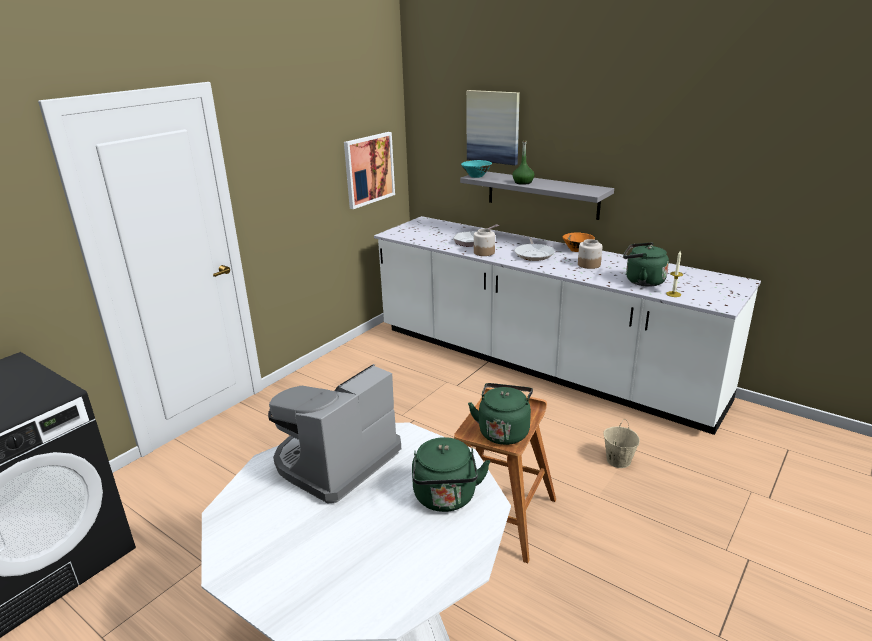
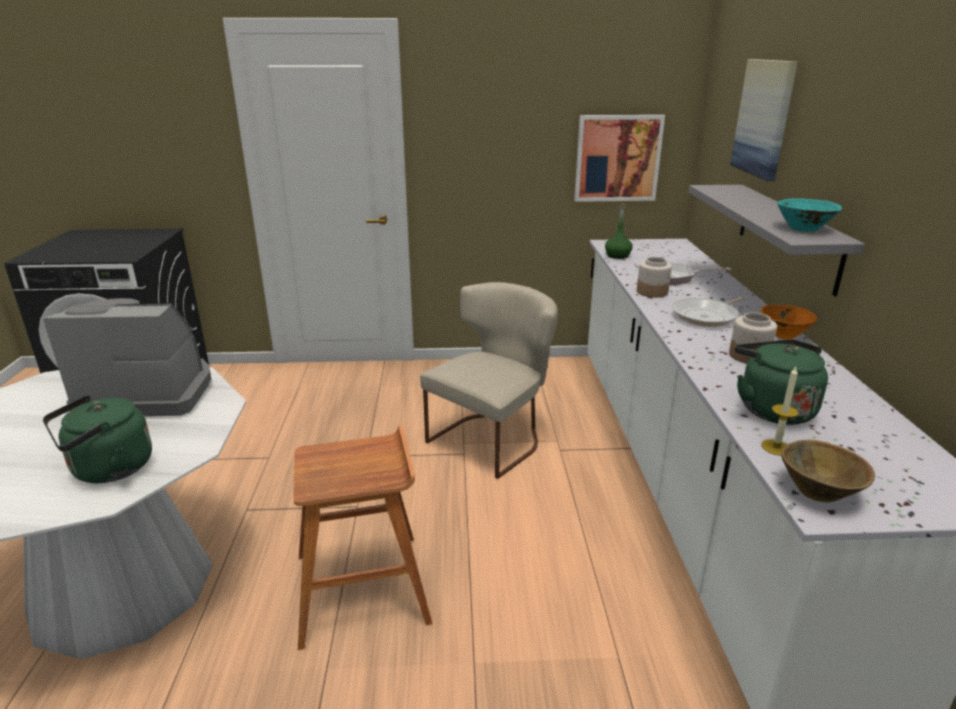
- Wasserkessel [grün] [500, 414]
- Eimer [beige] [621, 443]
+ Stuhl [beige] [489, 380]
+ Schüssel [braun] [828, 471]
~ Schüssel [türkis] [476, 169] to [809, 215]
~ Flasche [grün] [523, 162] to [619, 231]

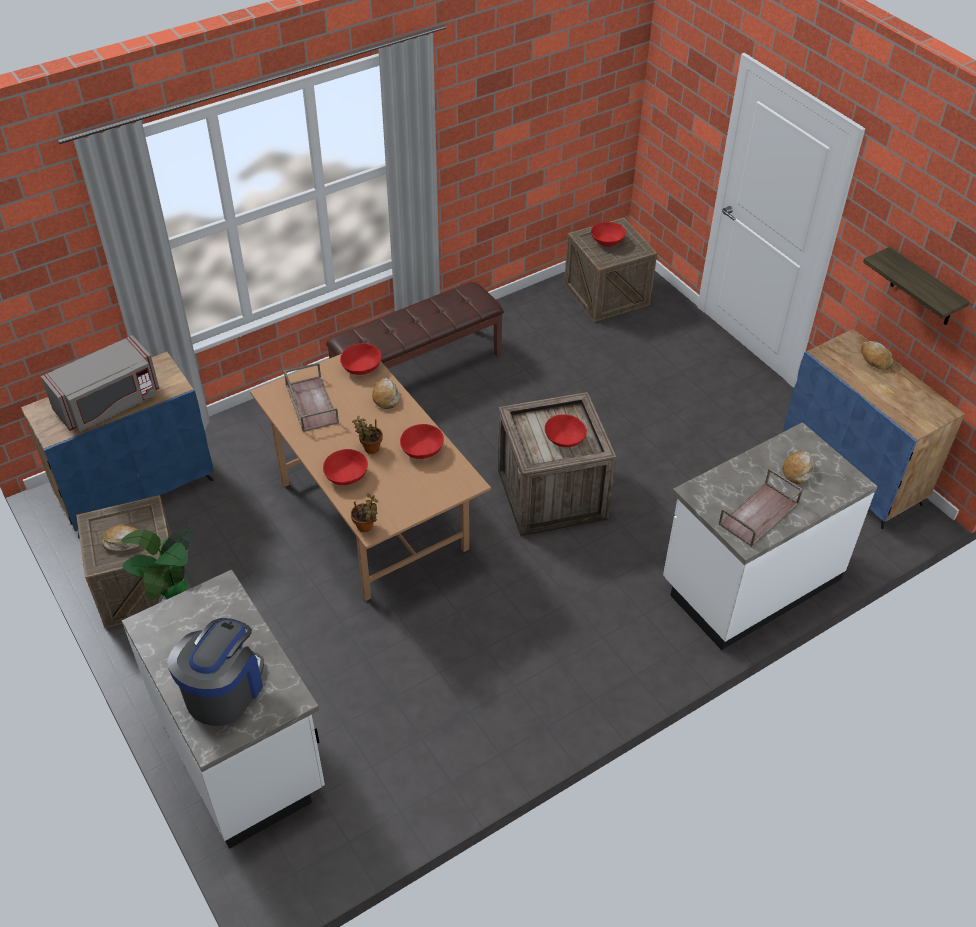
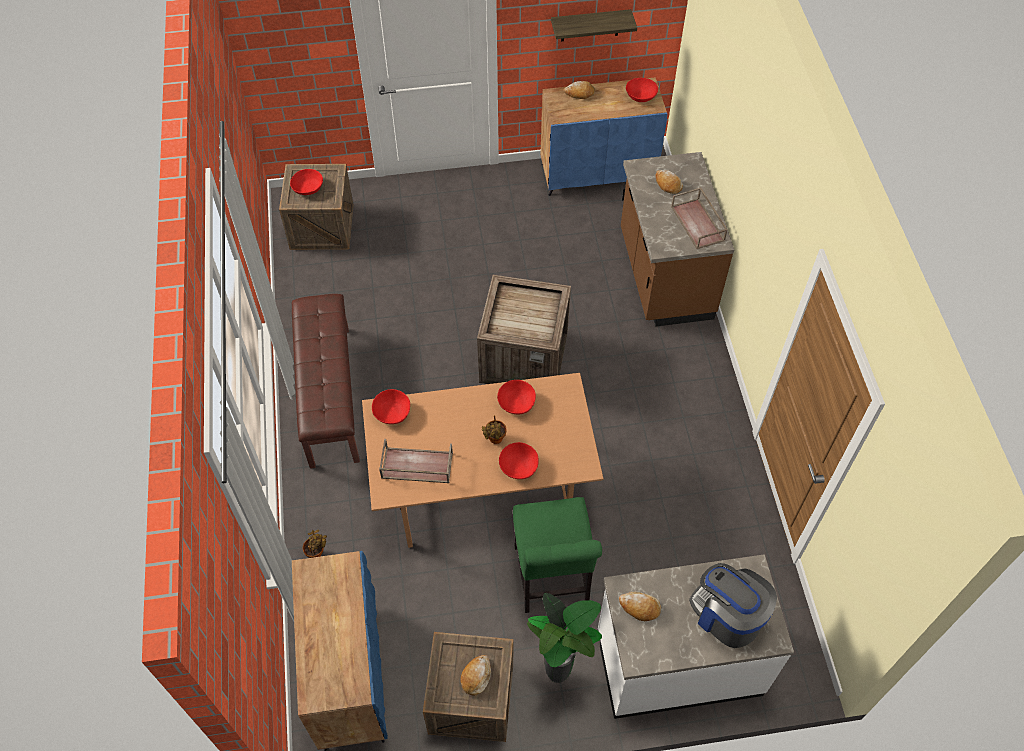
- Mikrowelle [grau] [100, 383]
+ Stuhl [grün] [557, 555]
~ Topfpflanze [364, 512] to [315, 544]
~ Brot [385, 393] to [640, 606]
~ Schüssel [rot] [566, 430] to [642, 90]
~ Küchenzeile [weiß] [770, 536] to Küchenzeile [braun] [677, 239]

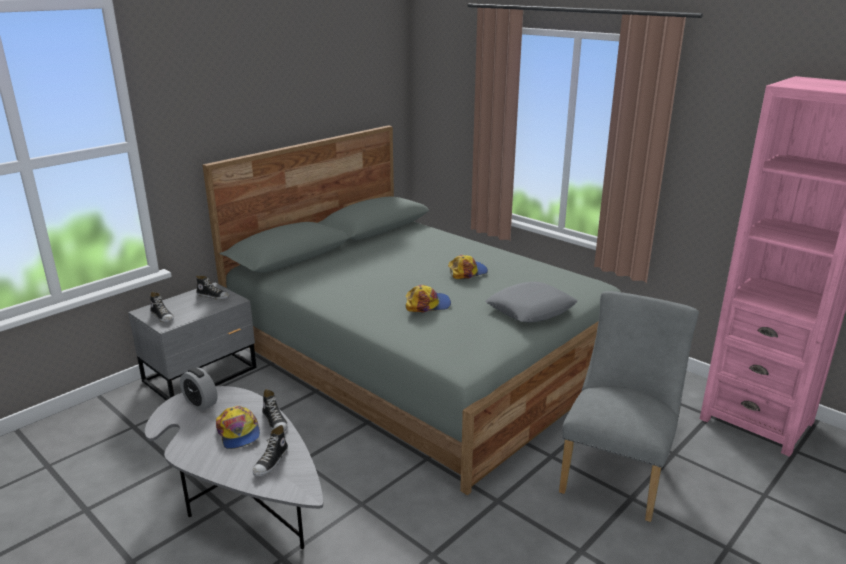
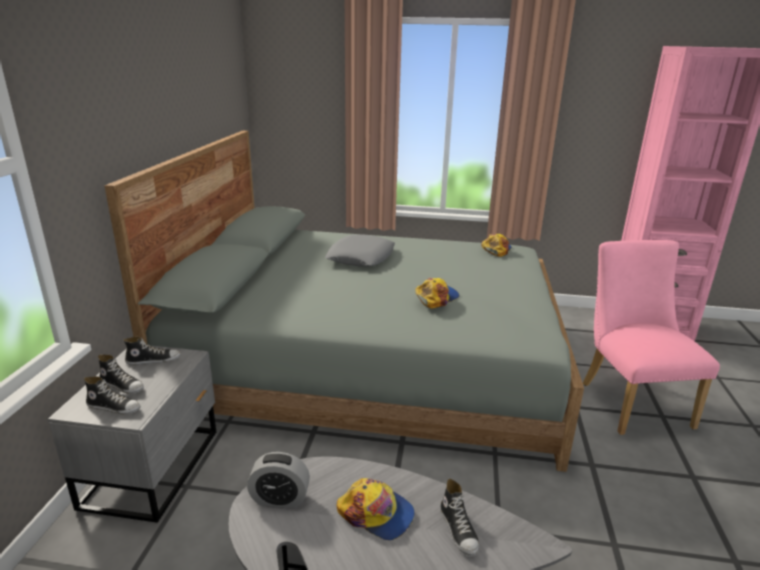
~ Schuh [275, 410] to [121, 374]
~ Kappe [468, 267] to [496, 245]
~ Kissen [grau] [531, 302] to [360, 250]
~ Stuhl [grau] [629, 406] to Stuhl [rosa] [651, 337]

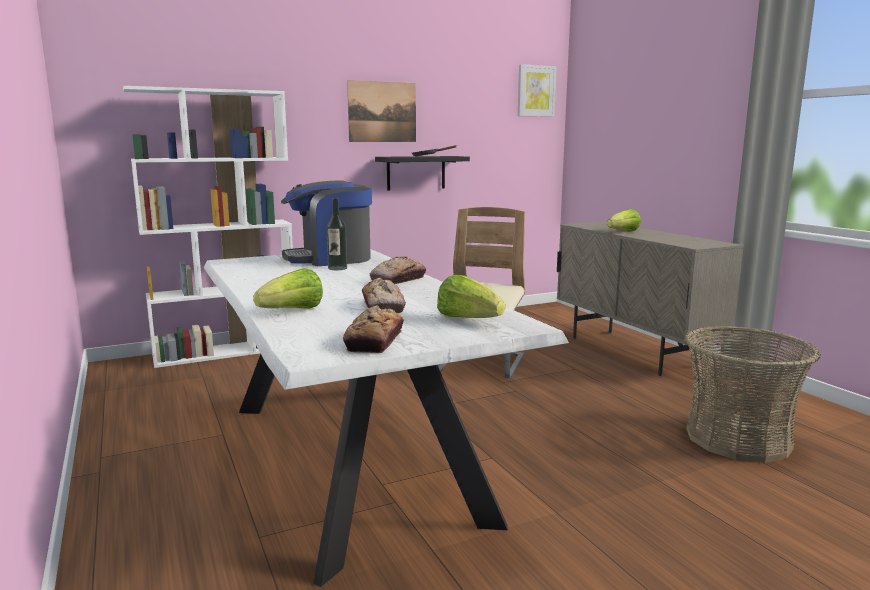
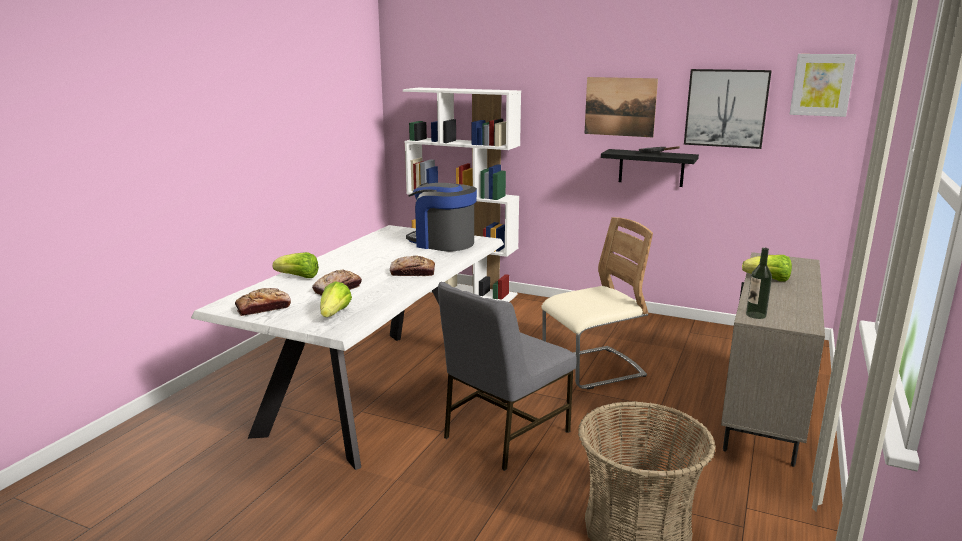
+ Stuhl [grau] [507, 376]
+ Bild [728, 109]
~ Flasche [337, 234] to [759, 283]

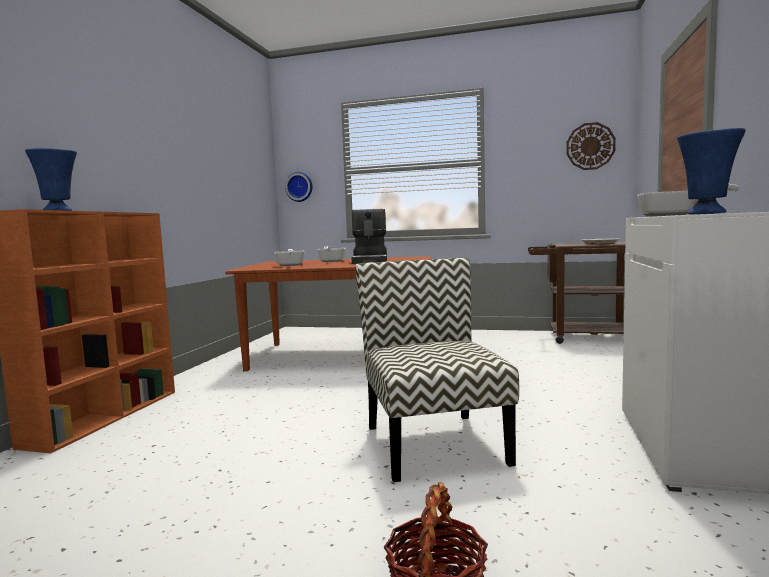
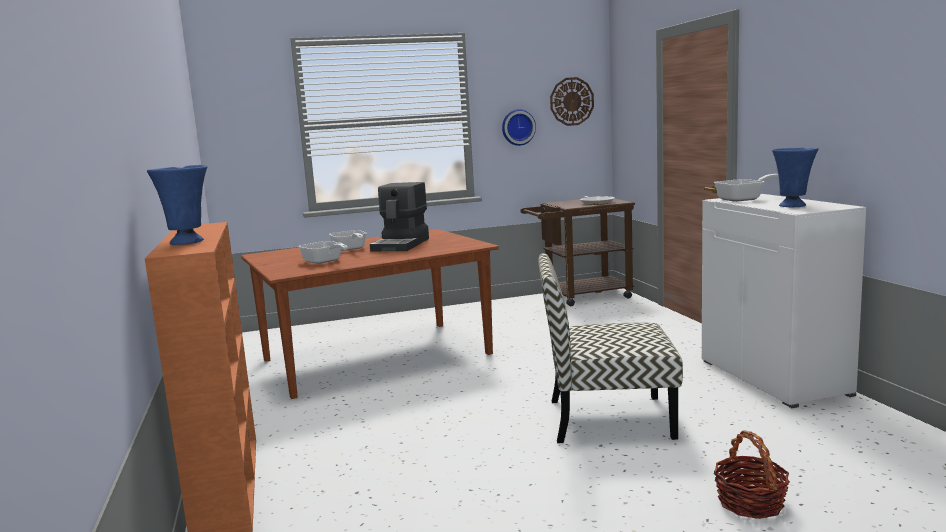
~ Wanduhr [298, 187] to [519, 127]
~ Kaffeemaschine [369, 236] = [399, 217] 45 degrees clockwise
~ Stuhl [437, 370] = [610, 348] 45 degrees counterclockwise

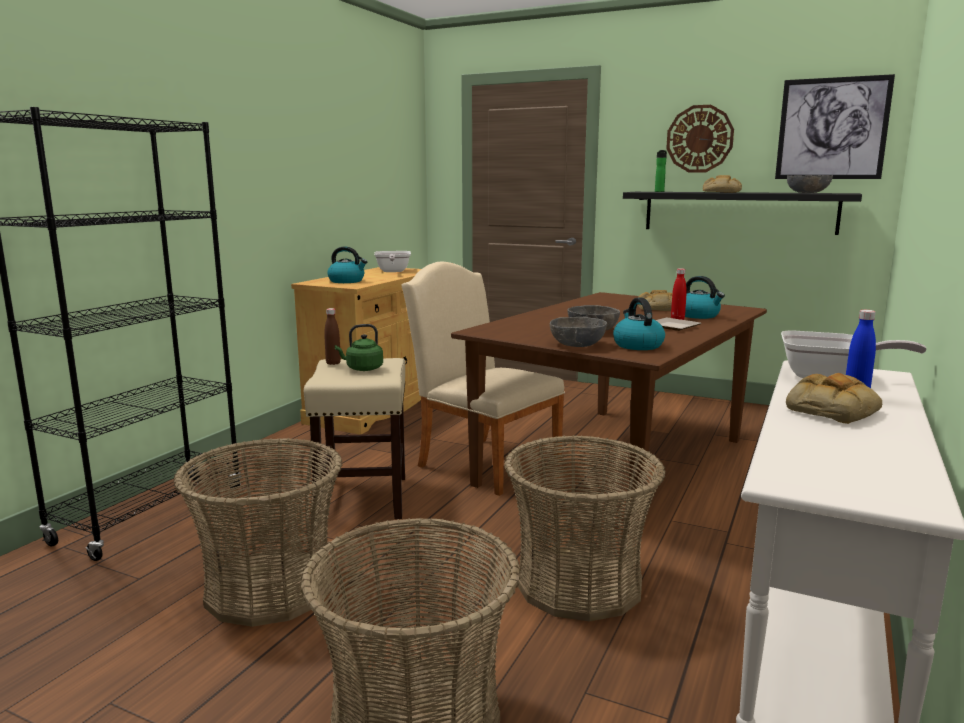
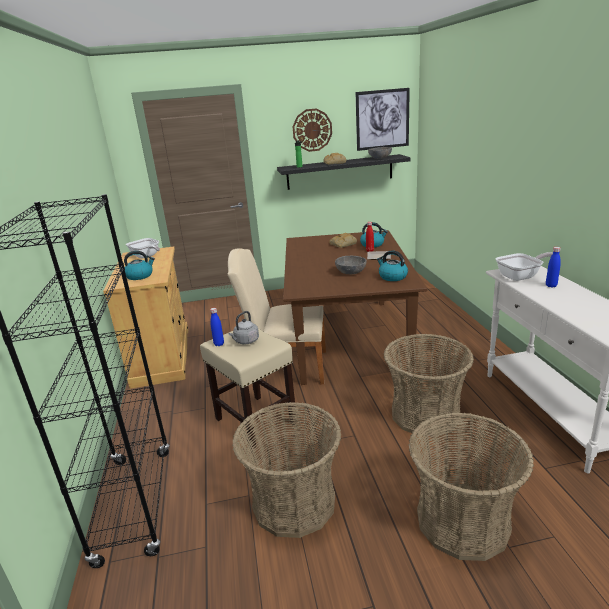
- Schüssel [grau] [578, 332]
- Brot [834, 398]
~ Flasche [braun] [332, 336] to Flasche [blau] [217, 327]
~ Wasserkessel [grün] [359, 347] to Wasserkessel [grau] [243, 327]

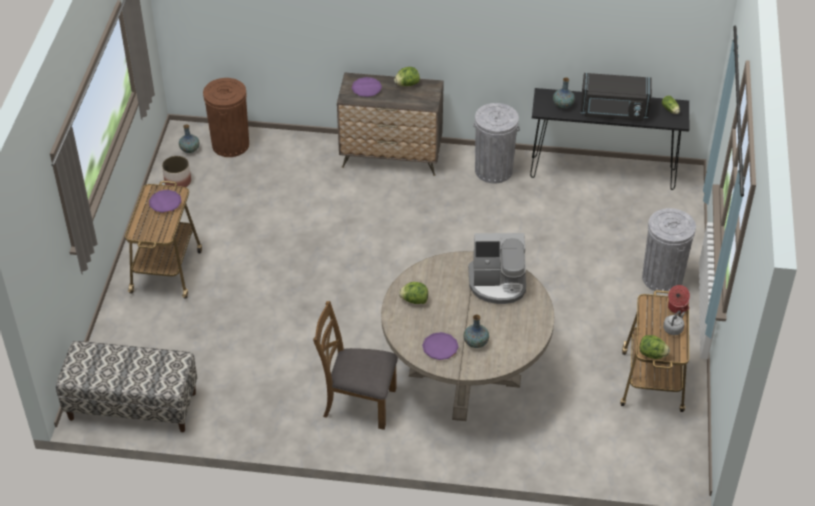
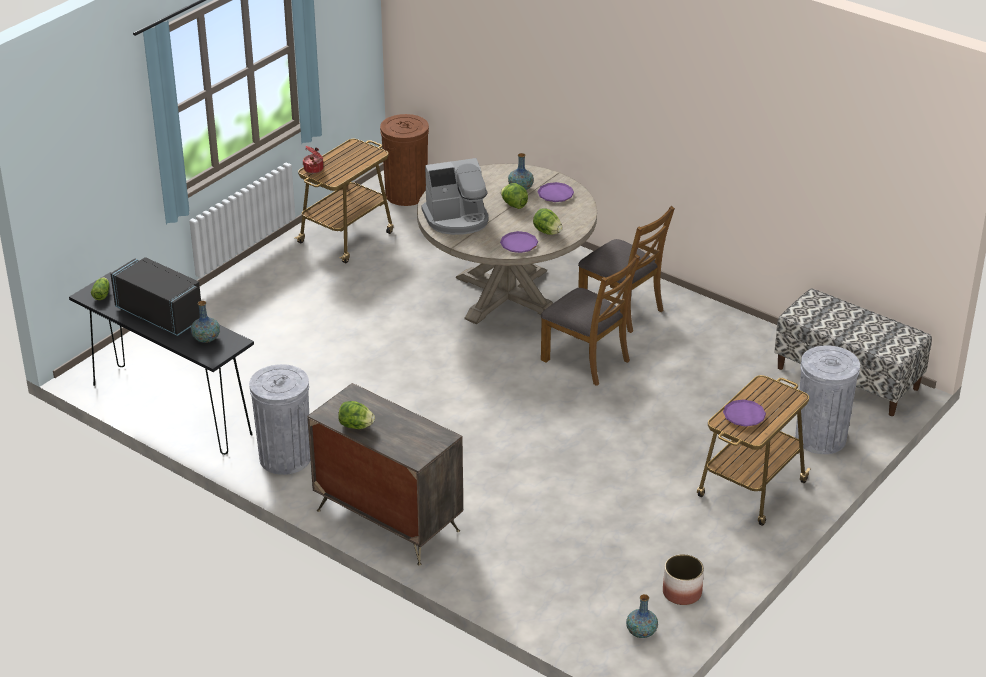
- Wasserkessel [grau] [674, 322]
+ Stuhl [braun] [590, 320]
~ Mülleimer [braun] [226, 117] to [404, 160]
~ Teller [lila] [366, 87] to [519, 242]
~ Salatkopf [654, 347] to [514, 196]
~ Mülleimer [grau] [669, 249] to [827, 399]
~ Kaffeemaschine [497, 268] = [455, 196] 135 degrees clockwise

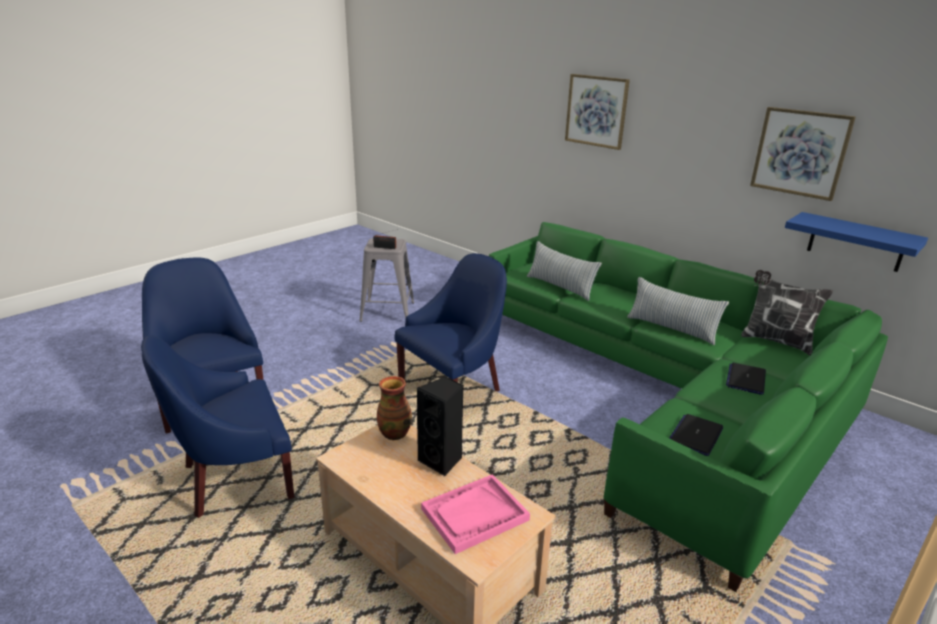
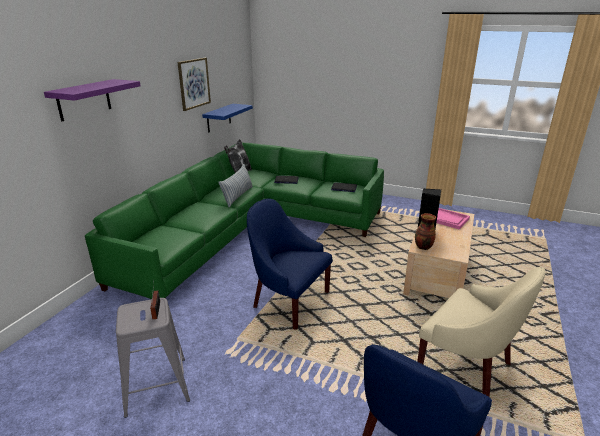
- Kissen [564, 271]
~ Bild [597, 112] to Wandregal [lila] [92, 100]
~ Sessel [blau] [217, 427] to Sessel [beige] [481, 332]

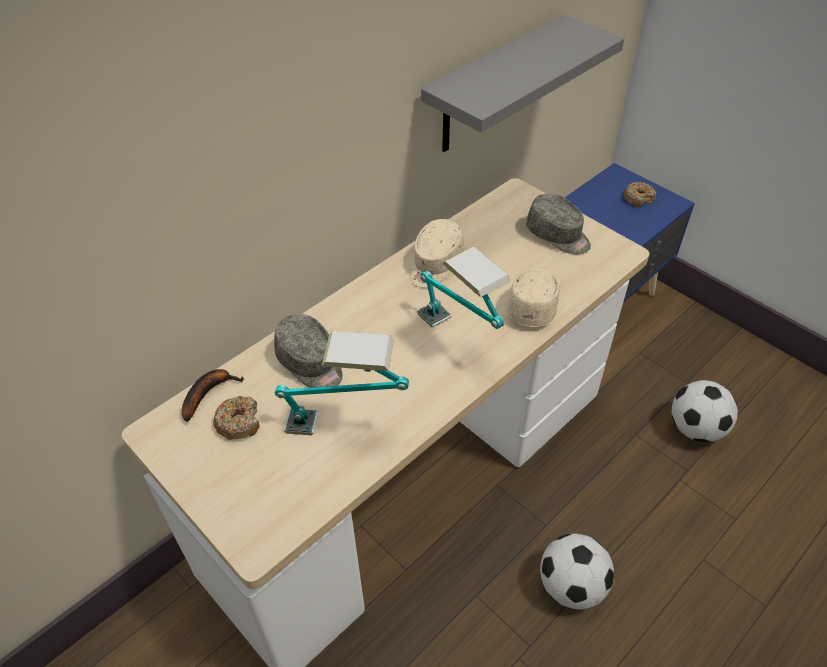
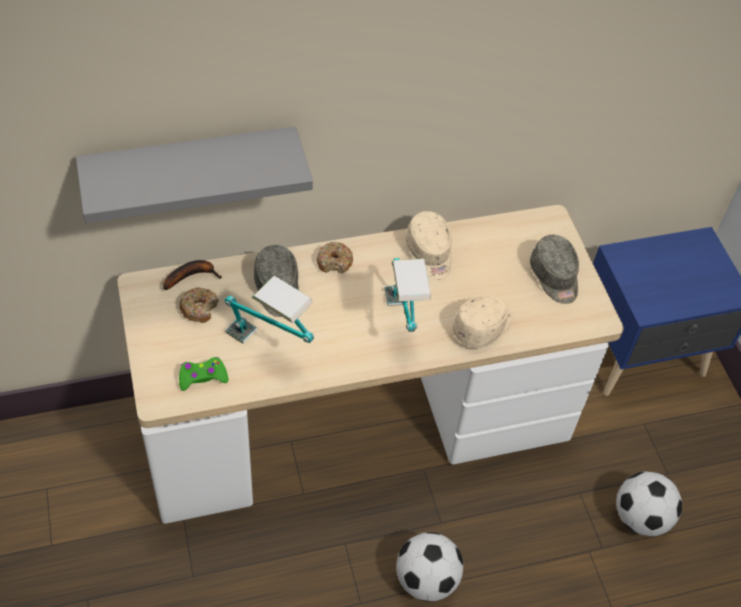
+ Gamepad [grün] [203, 374]
~ Wandregal [grau] [522, 83] to [194, 174]
~ Donut [640, 194] to [335, 258]
~ Kappe [beige] [437, 253] = [429, 245] 75 degrees counterclockwise

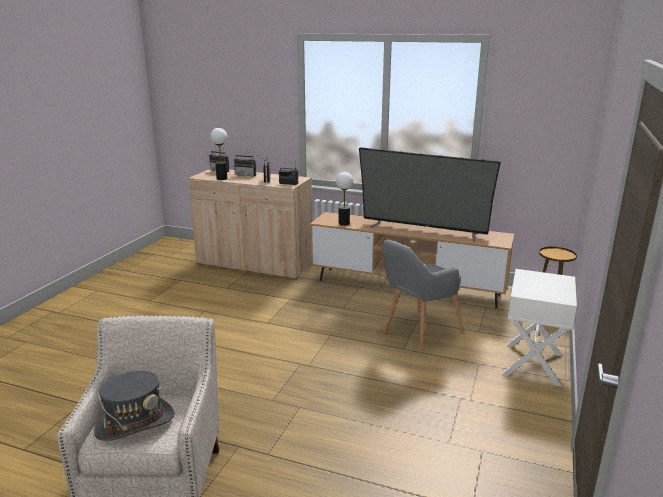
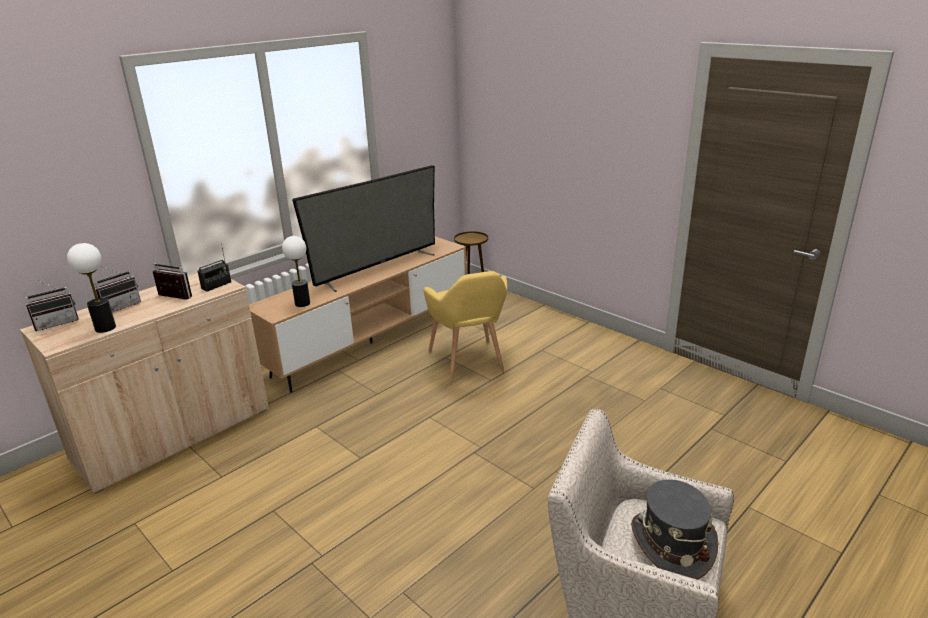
- Nachttisch [weiß] [539, 328]
~ Sessel [grau] [422, 295] to Sessel [gelb] [465, 326]

